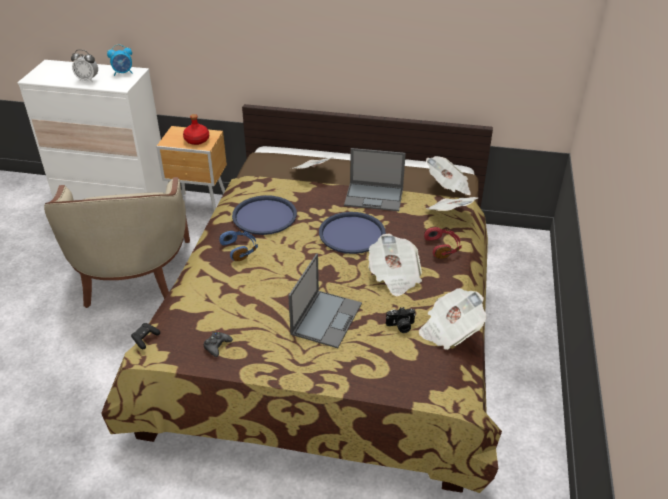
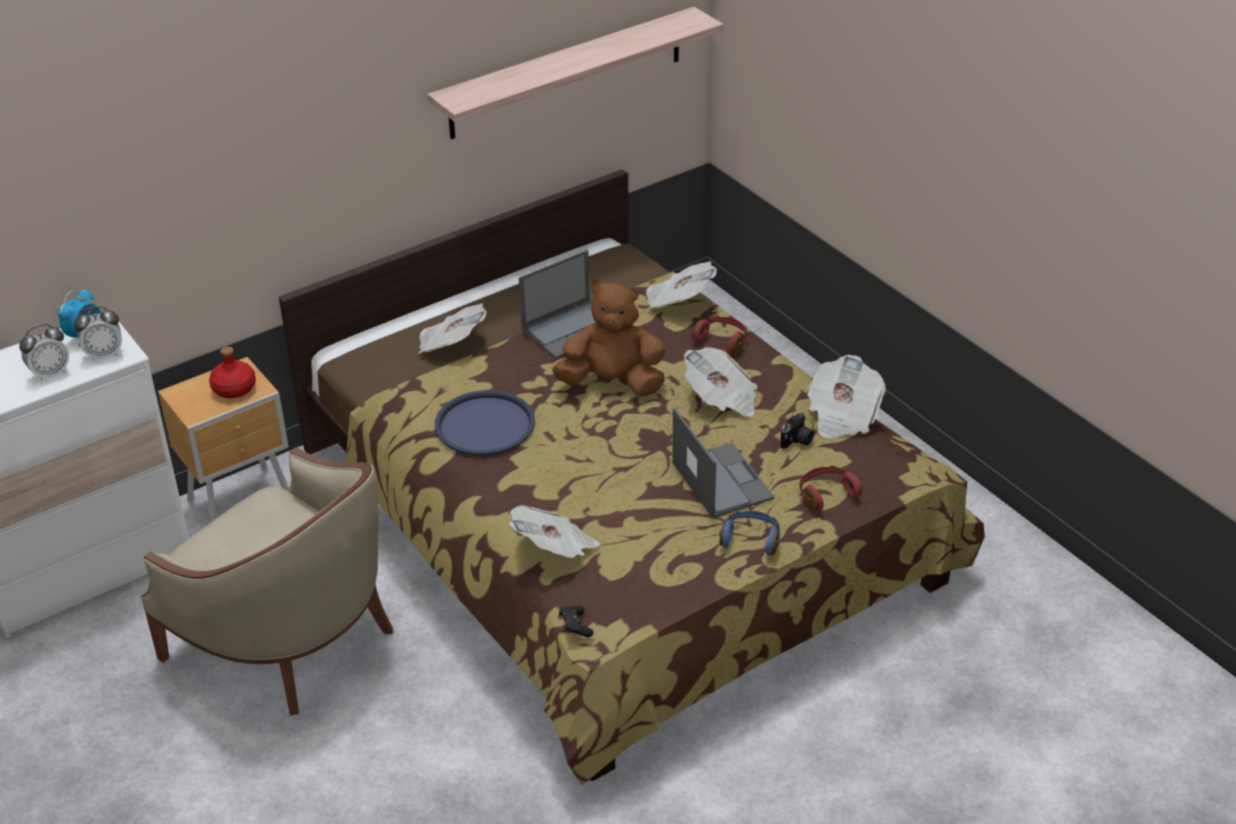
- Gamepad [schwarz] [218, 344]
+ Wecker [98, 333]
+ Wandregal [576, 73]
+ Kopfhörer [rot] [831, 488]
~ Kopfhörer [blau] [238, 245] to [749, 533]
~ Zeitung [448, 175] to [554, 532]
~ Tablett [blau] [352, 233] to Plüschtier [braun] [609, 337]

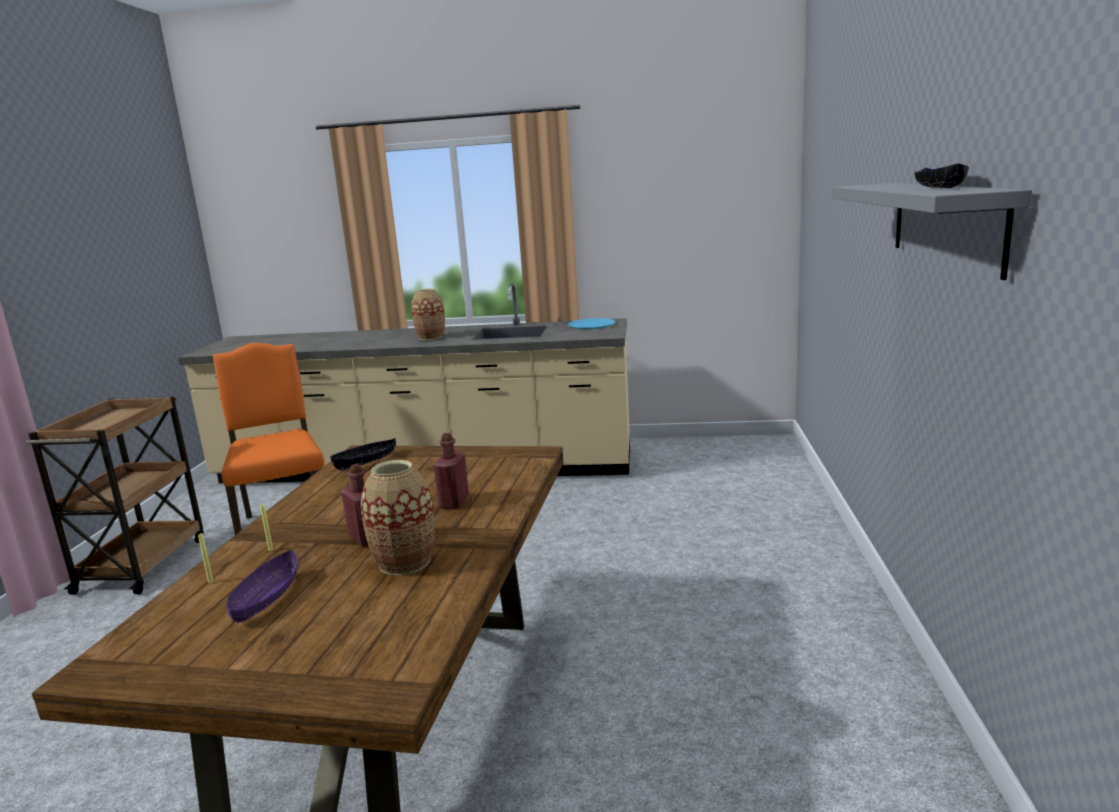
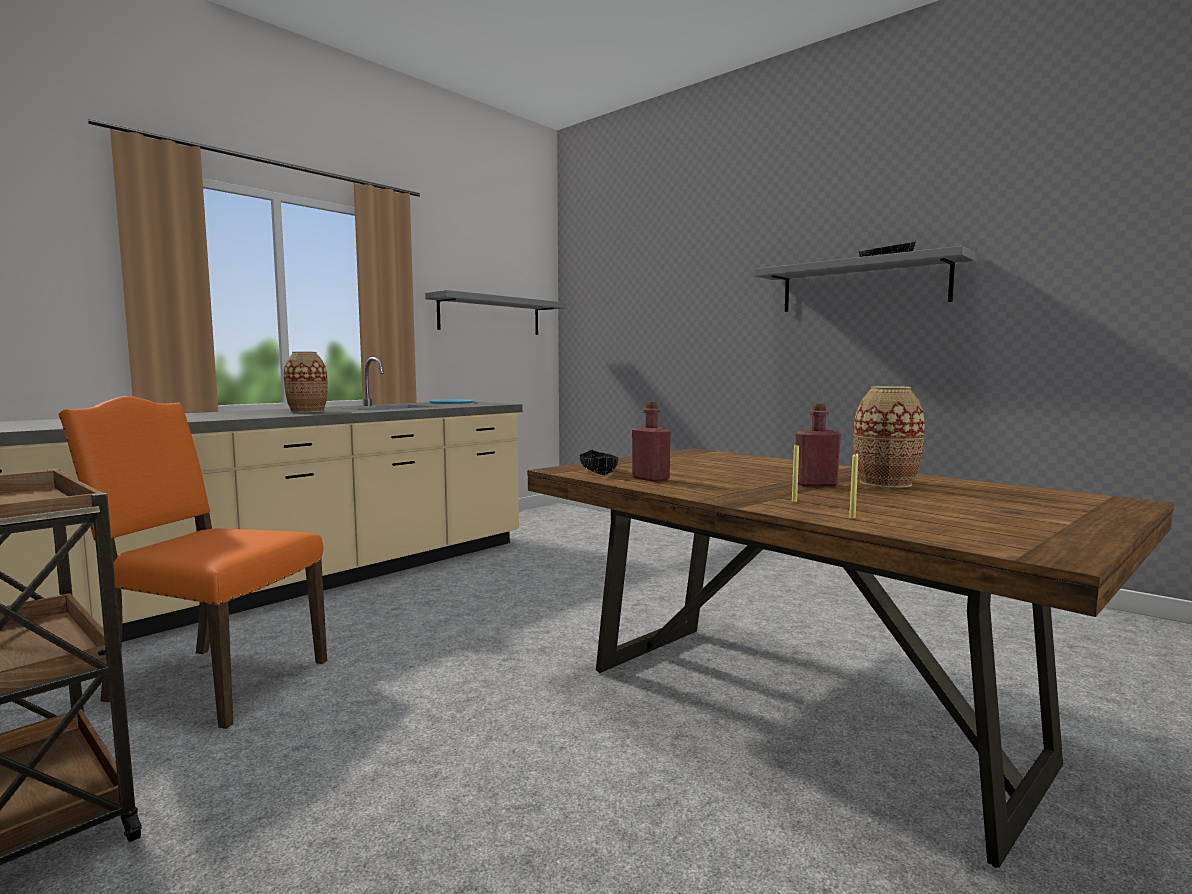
- Schüssel [lila] [262, 586]
+ Wandregal [grau] [496, 312]
~ Flasche [rot] [451, 471] to [651, 442]

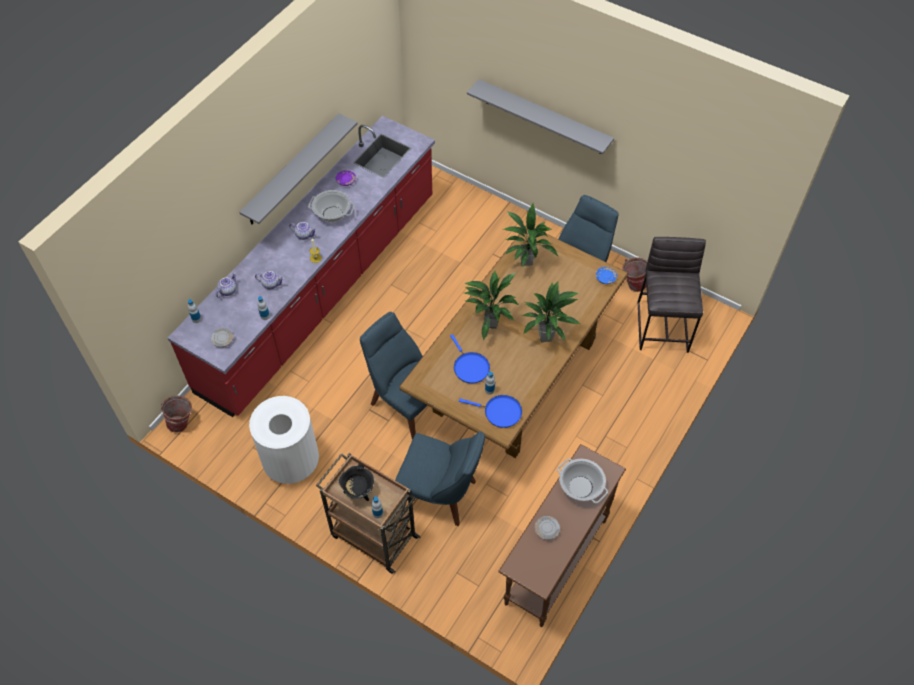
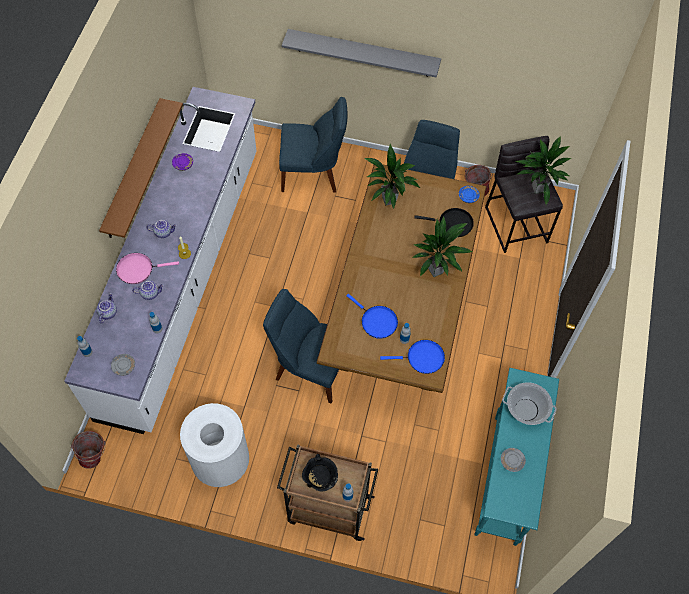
- Kochtopf [331, 206]
+ Pfanne [rosa] [147, 268]
+ Pfanne [schwarz] [444, 222]
~ Stuhl [blau] [440, 478] to [313, 144]
~ Topfpflanze [491, 306] to [543, 170]
~ Küchenzeile [rot] [301, 266] to Küchenzeile [weiß] [160, 260]
~ Wandregal [grau] [298, 168] to Wandregal [braun] [141, 168]
~ Konsolentisch [braun] [562, 535] to Konsolentisch [türkis] [516, 457]

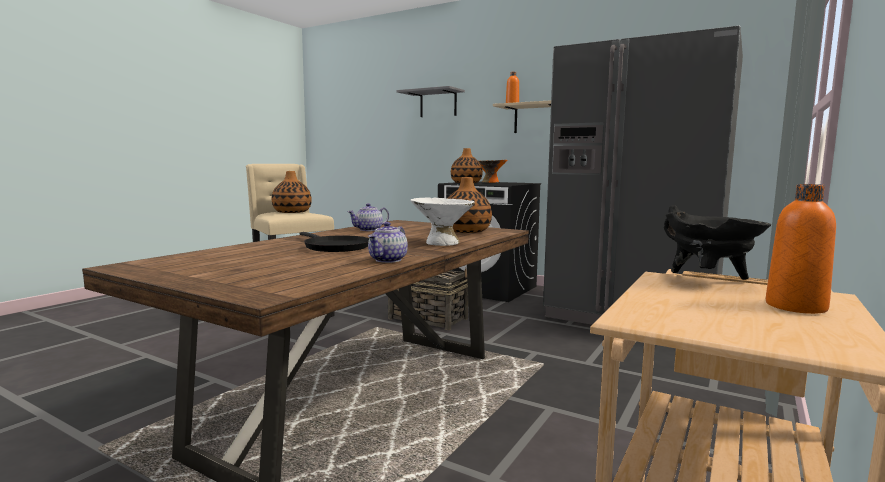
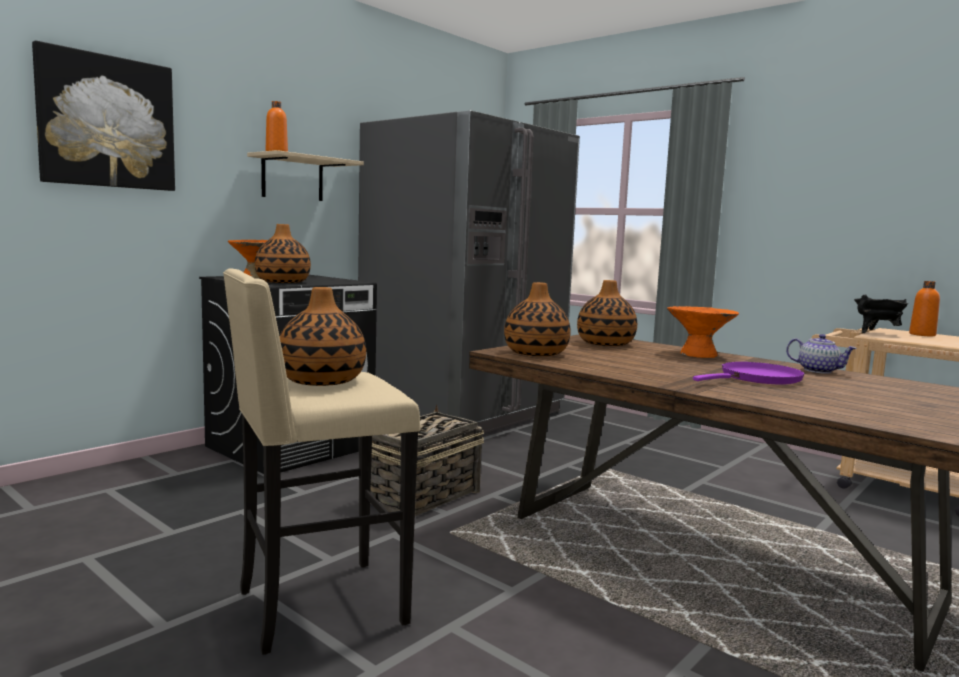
- Teekanne [368, 217]
+ Vase [537, 319]
~ Wandregal [grau] [431, 101] to Bild [103, 116]
~ Pfanne [schwarz] [334, 242] to Pfanne [lila] [749, 373]
~ Schüssel [weiß] [442, 221] to Schüssel [orange] [703, 332]

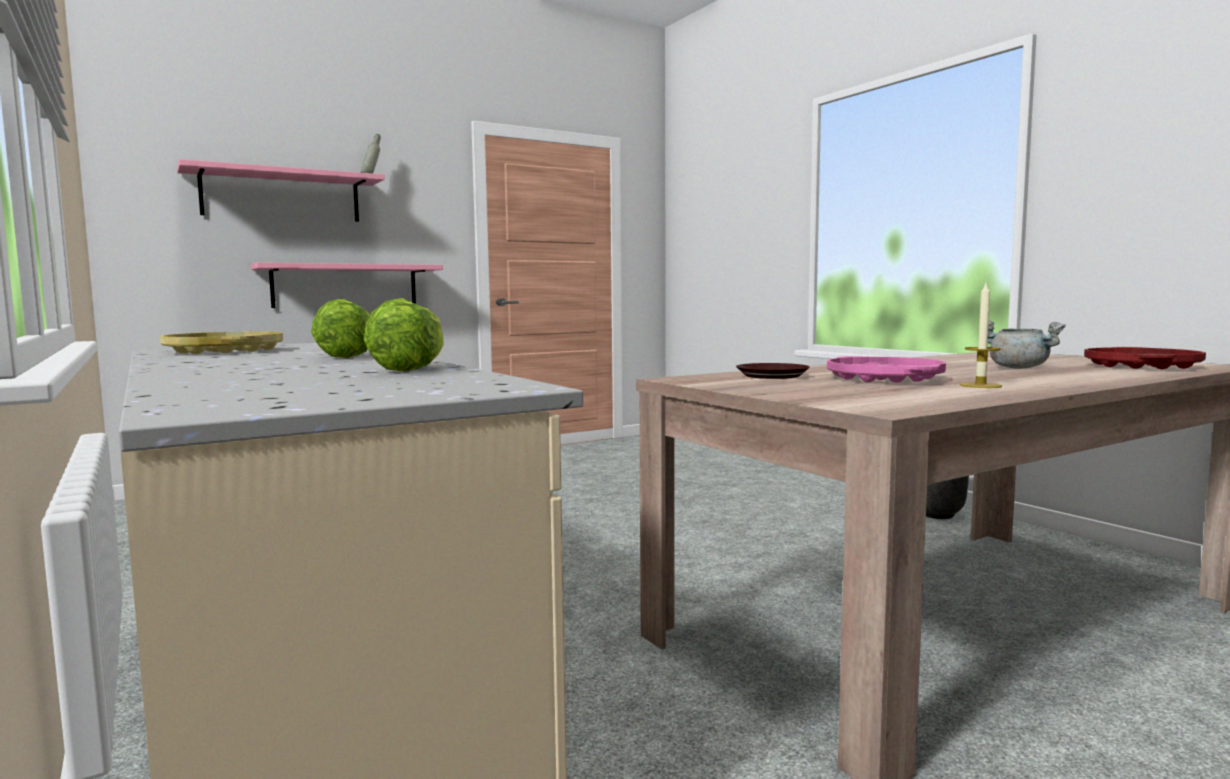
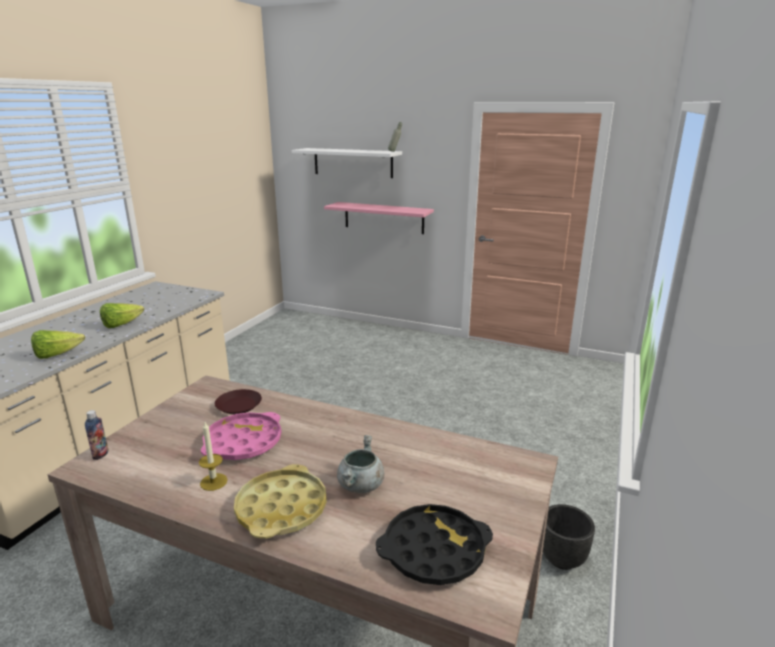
+ Flasche [97, 435]
~ Tablett [gelb] [221, 342] to [280, 501]
~ Wandregal [rosa] [281, 190] to Wandregal [weiß] [347, 163]
~ Tablett [rot] [1145, 358] to Tablett [schwarz] [434, 544]

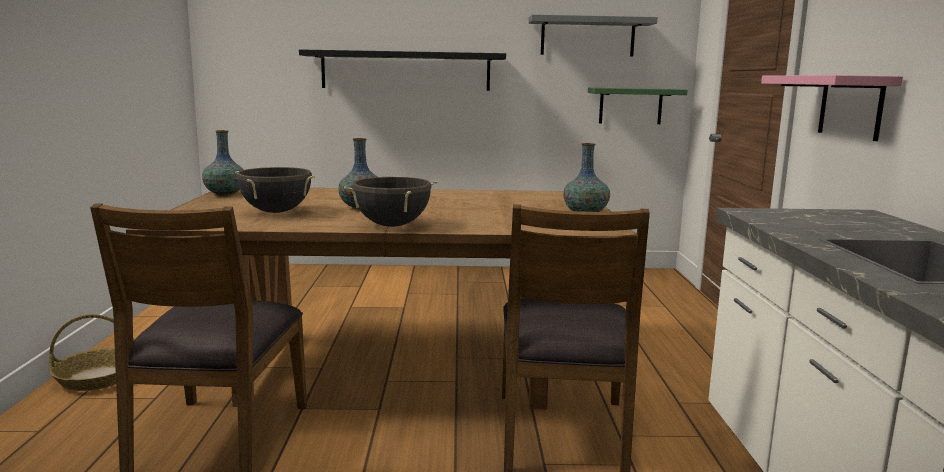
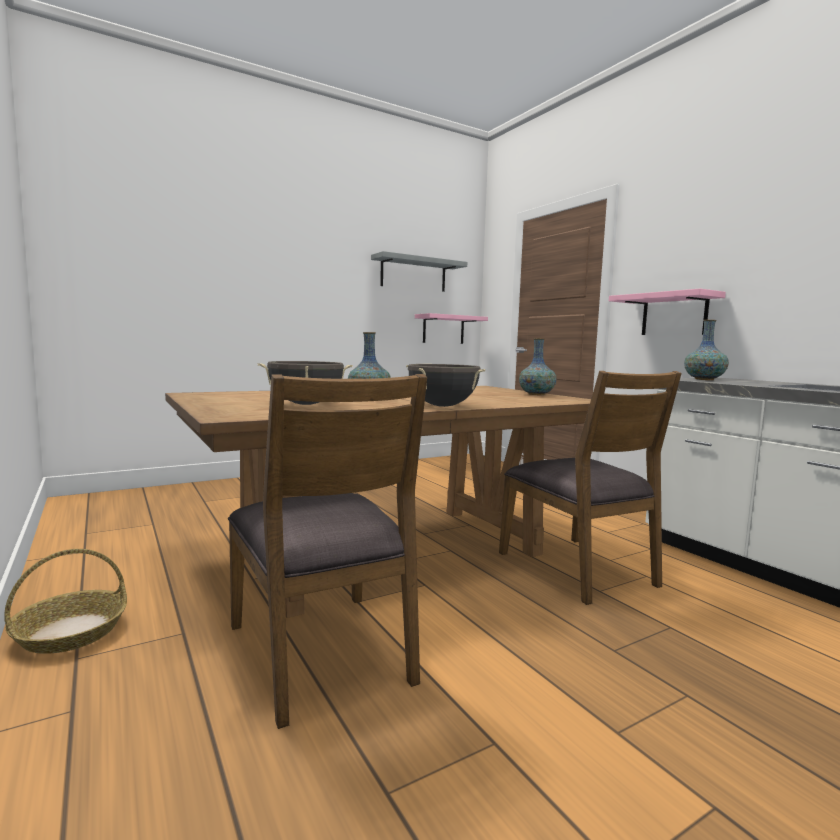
- Wandregal [schwarz] [402, 70]
~ Vase [223, 163] to [706, 350]
~ Wandregal [grün] [638, 106] to Wandregal [rosa] [451, 328]

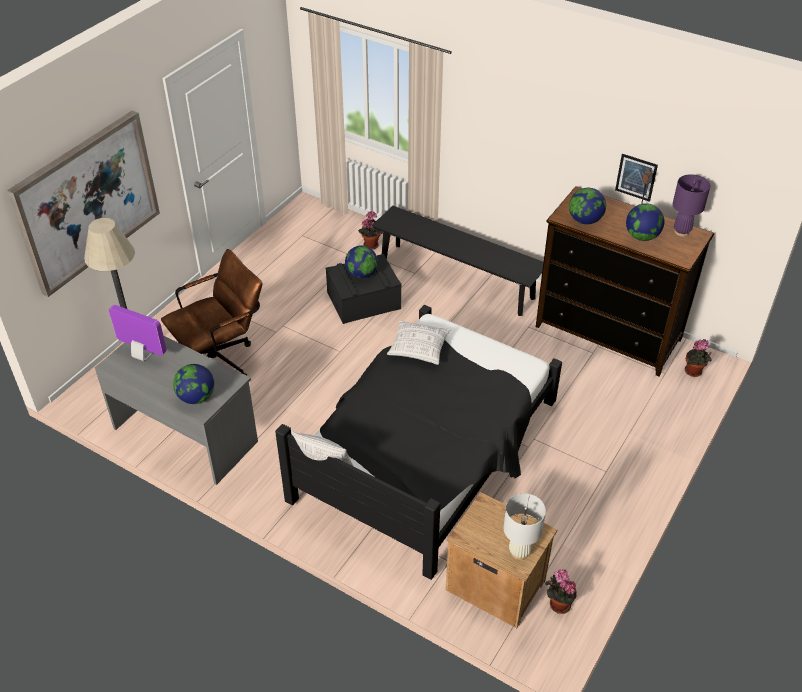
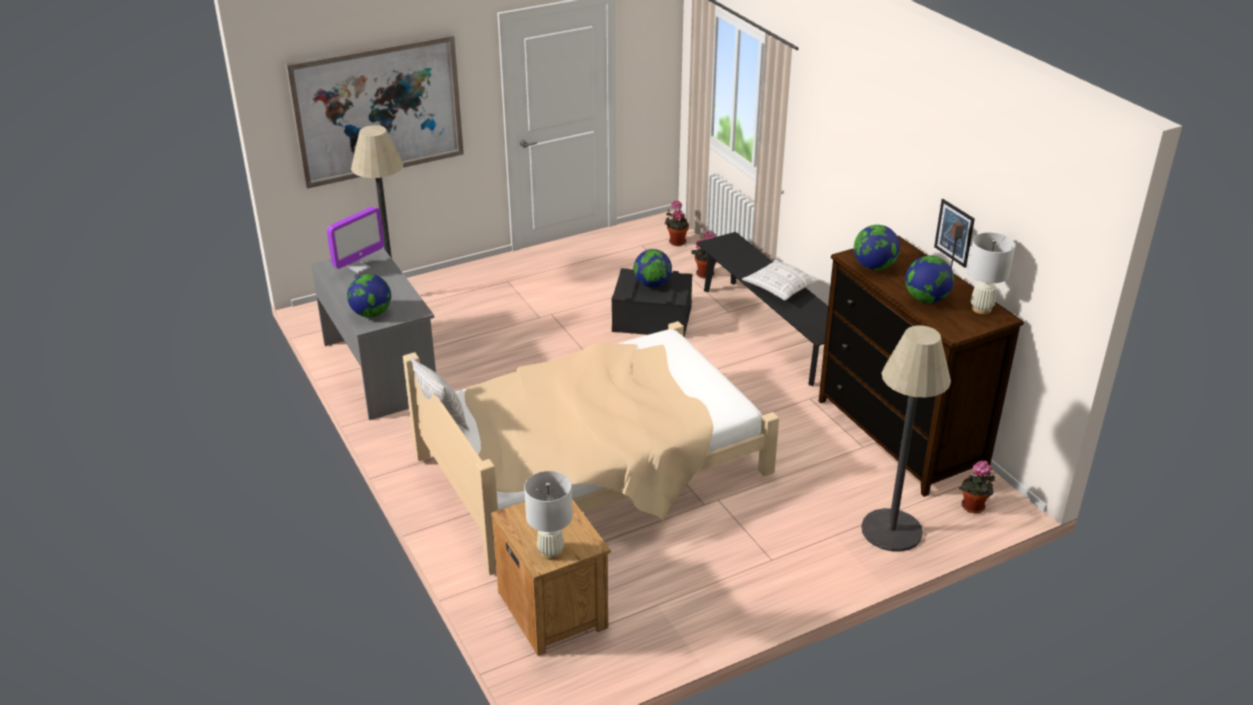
- Bürostuhl [braun] [211, 312]
+ Stehlampe [906, 438]
~ Kissen [419, 342] to [781, 279]
~ Topfpflanze [561, 591] to [677, 223]
~ Bett [schwarz] [418, 442] to Bett [beige] [591, 448]
~ Tischlampe [lila] [691, 205] to Tischlampe [weiß] [991, 273]
~ Monitor [138, 333] = [355, 239] 75 degrees clockwise

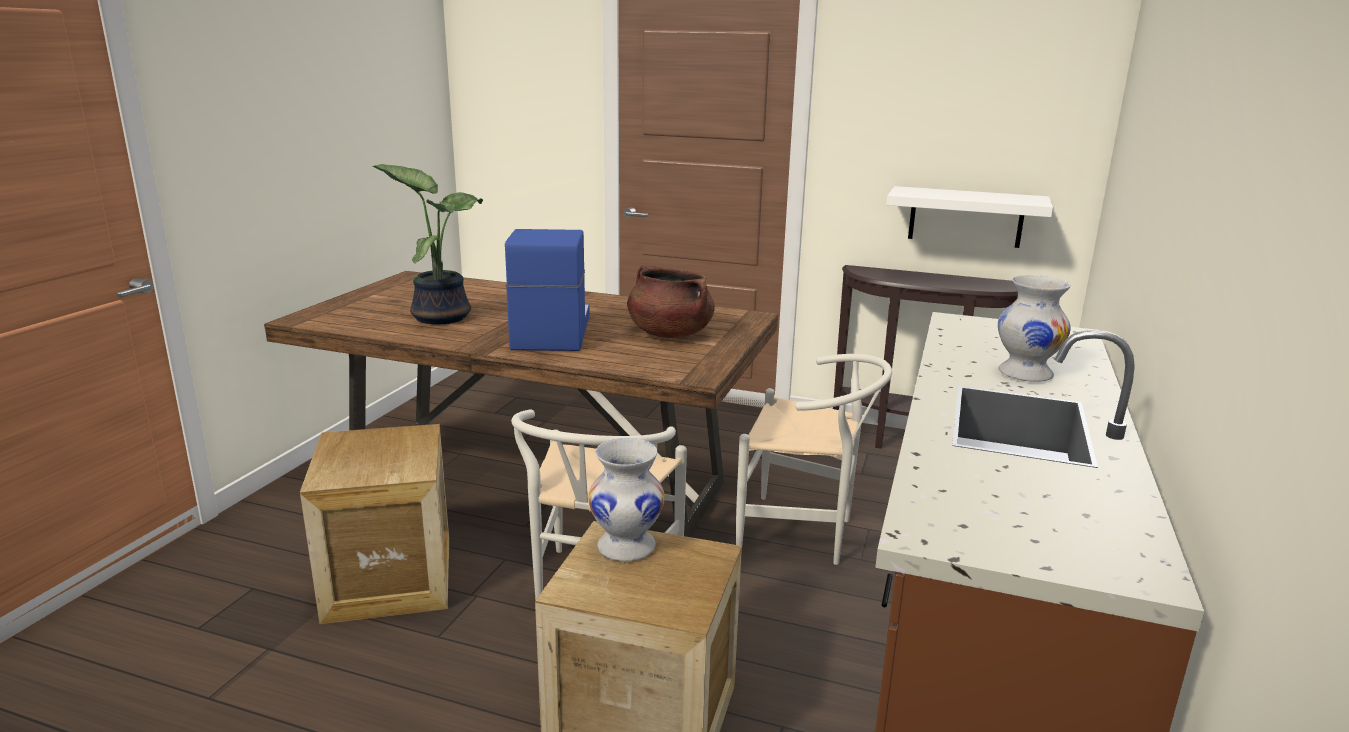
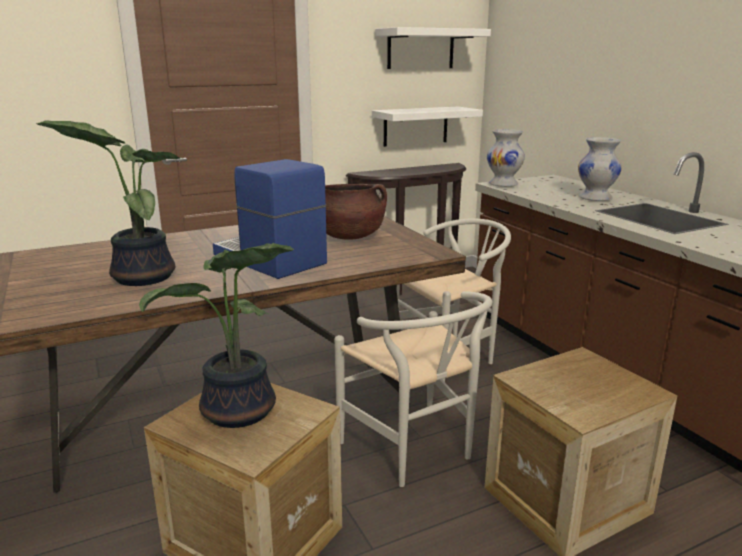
+ Topfpflanze [216, 335]
+ Wandregal [weiß] [433, 48]
~ Vase [weiß] [626, 499] to [506, 158]

